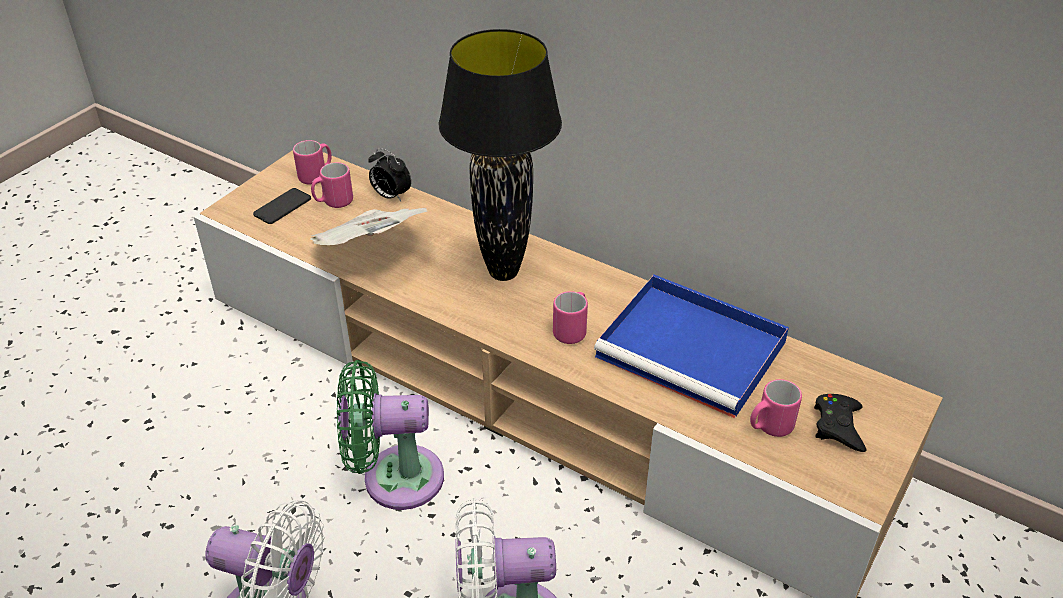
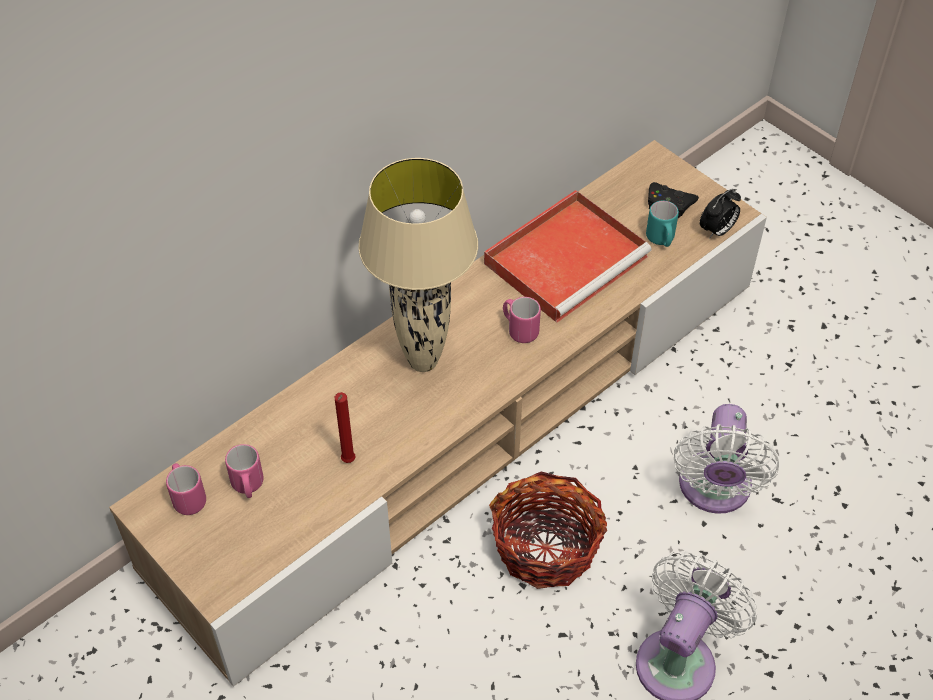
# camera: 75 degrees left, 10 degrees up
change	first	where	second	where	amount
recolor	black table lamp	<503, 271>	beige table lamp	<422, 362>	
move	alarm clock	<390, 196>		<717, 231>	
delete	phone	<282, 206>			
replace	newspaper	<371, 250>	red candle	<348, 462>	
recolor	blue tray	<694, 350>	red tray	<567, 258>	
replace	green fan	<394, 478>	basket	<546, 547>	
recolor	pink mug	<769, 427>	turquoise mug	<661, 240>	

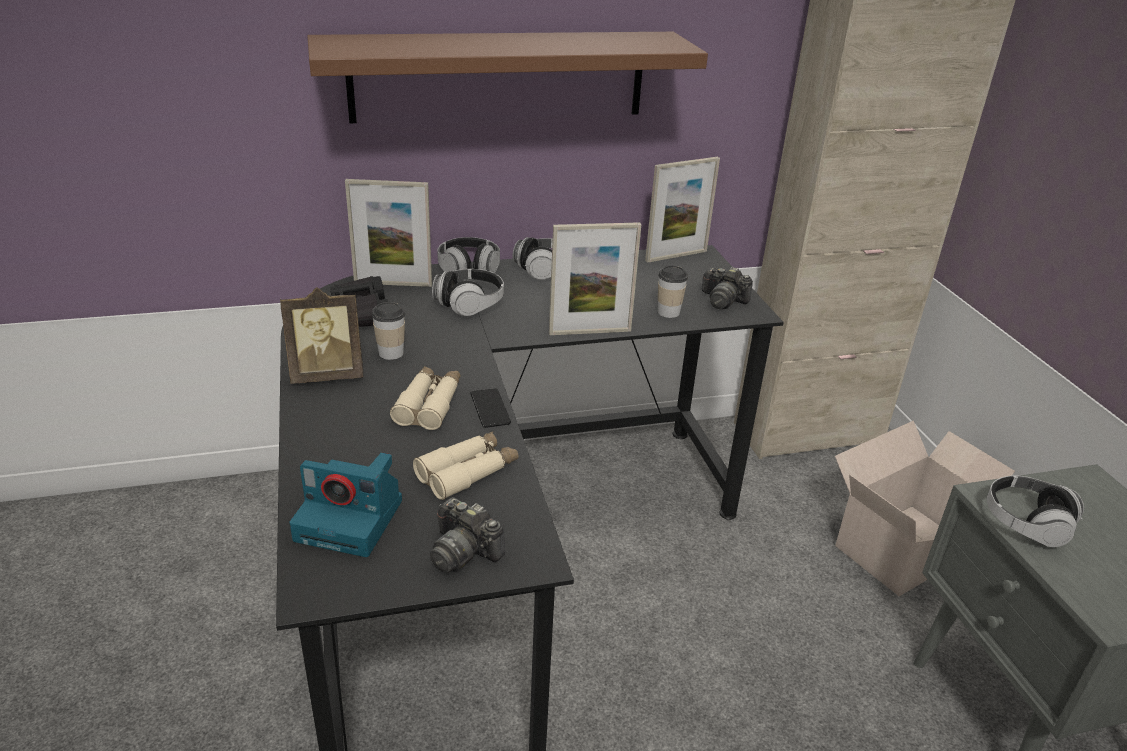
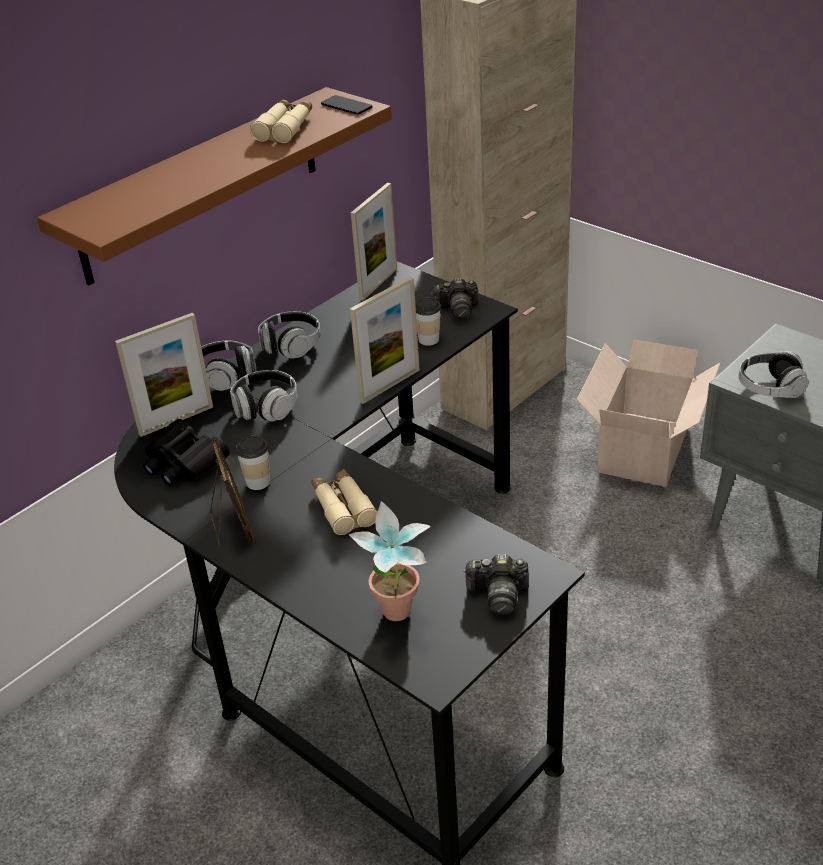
# camera: 30 degrees left, 5 degrees up
change	first	where	second	where	amount
rotate	picture frame	<327, 375>		<231, 527>	60 degrees counterclockwise
move	phone	<490, 408>		<346, 106>	
move	beige binoculars	<467, 472>		<285, 128>	
replace	photo camera	<352, 520>	potted plant	<398, 619>	

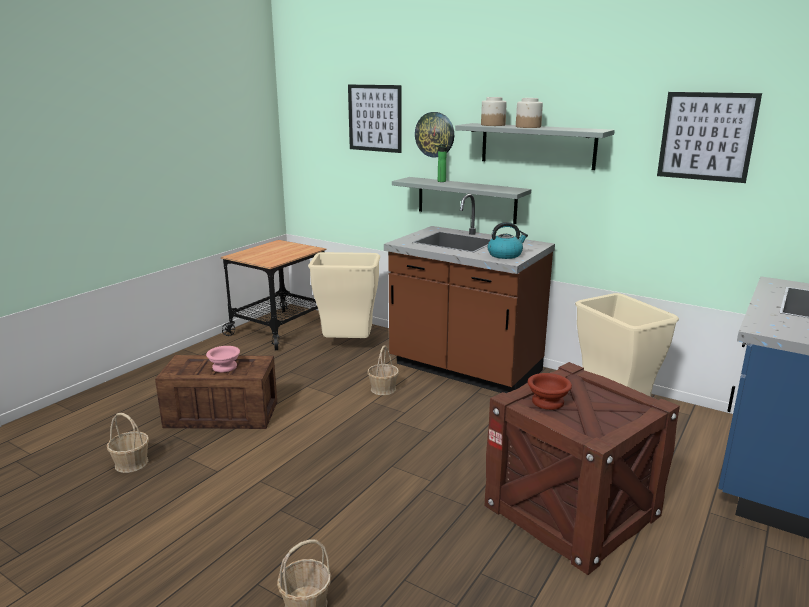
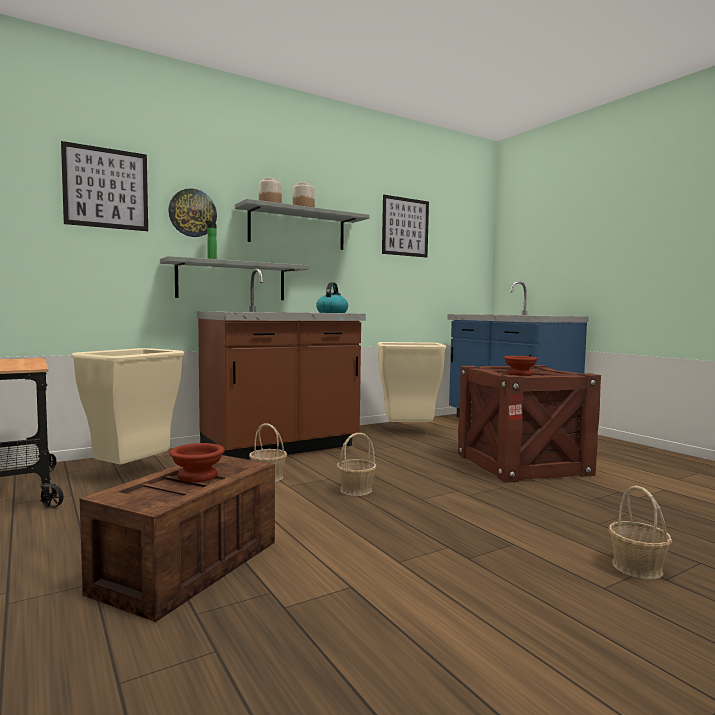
# camera: 65 degrees left, 15 degrees down
change	first	where	second	where	amount
recolor	pink bowl	<225, 367>	brown bowl	<198, 475>	
move	basket	<131, 463>		<355, 490>	

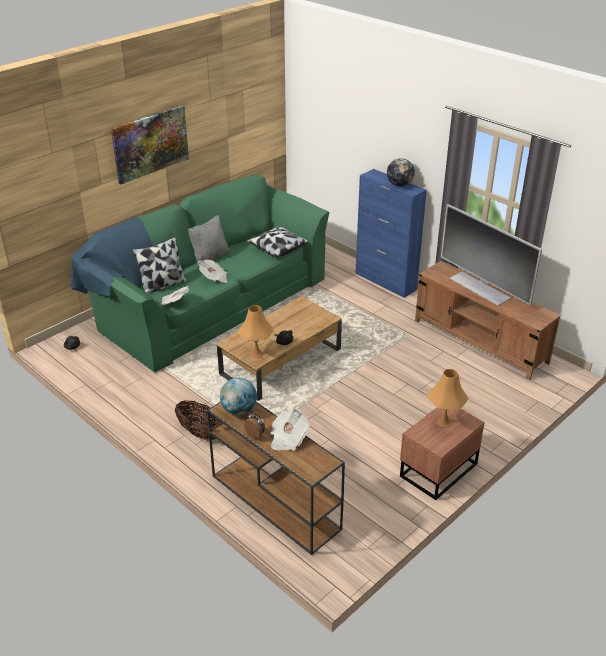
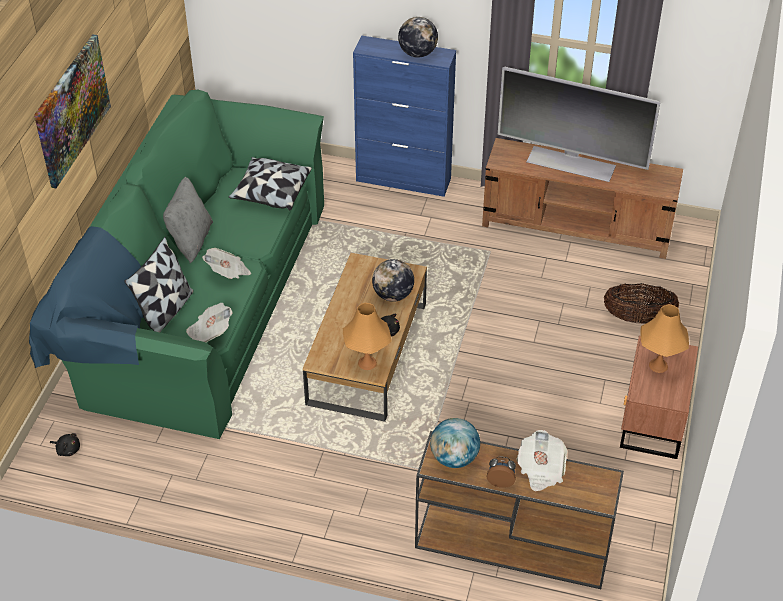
# camera: 30 degrees left, 10 degrees up
change	first	where	second	where	amount
move	basket	<201, 433>		<638, 318>	
insert			globe	<393, 295>	

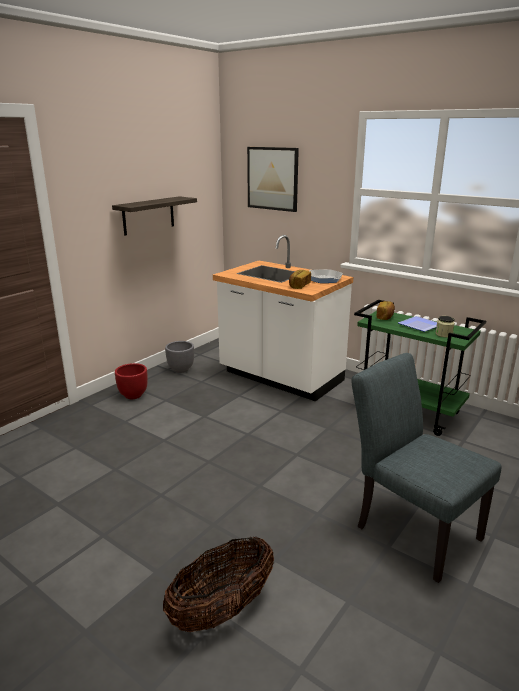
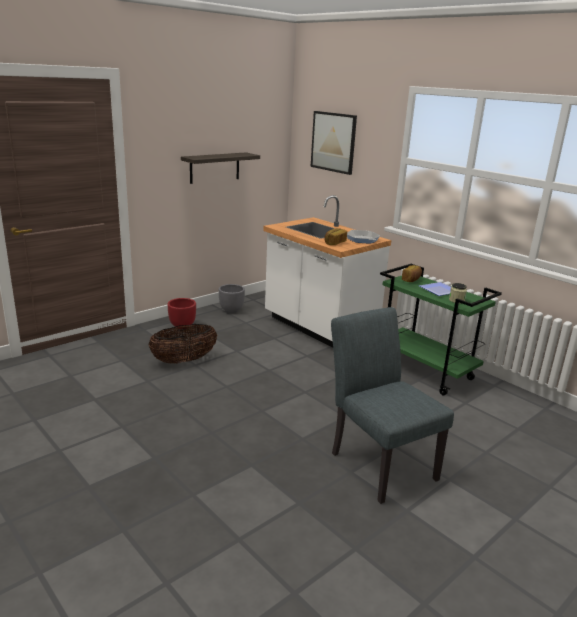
# camera: 10 degrees right, 0 degrees up
change	first	where	second	where	amount
move	basket	<222, 610>		<184, 360>	

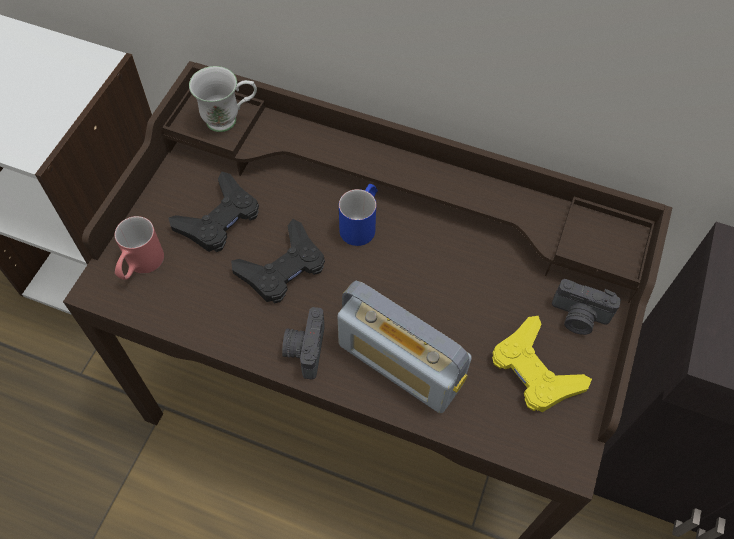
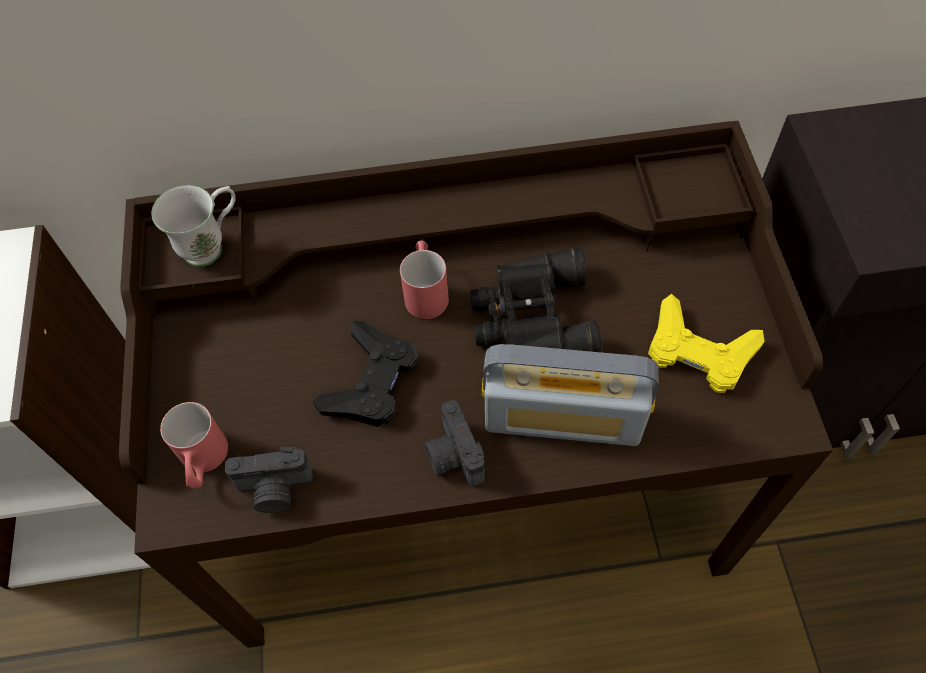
# camera: 25 degrees left, 0 degrees up
change	first	where	second	where	amount
delete	black game controller	<219, 219>			
recolor	blue mug	<361, 223>	red mug	<425, 290>	
move	photo camera	<578, 317>		<275, 490>	
insert			black binoculars	<530, 319>	

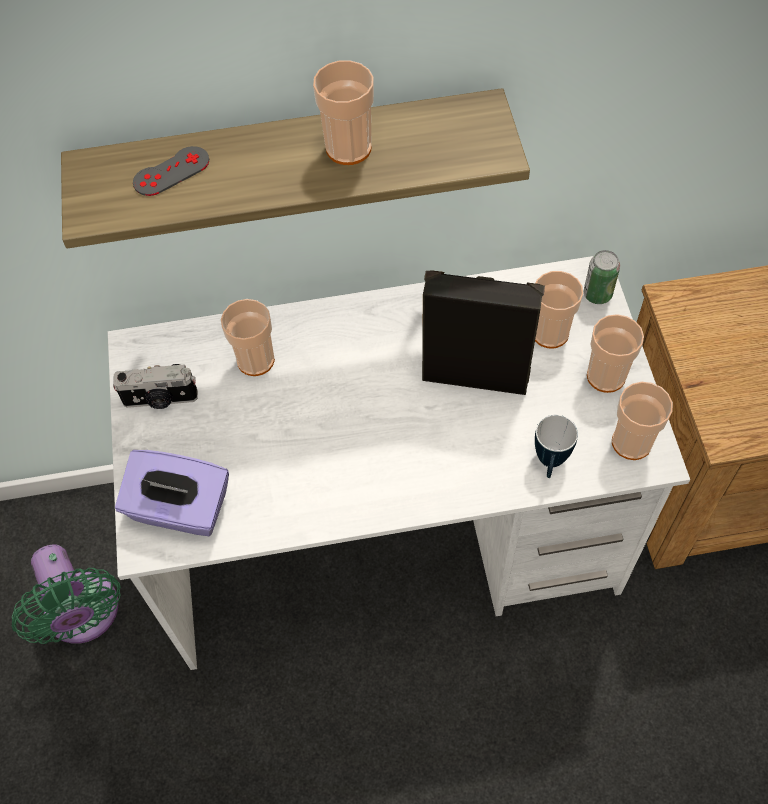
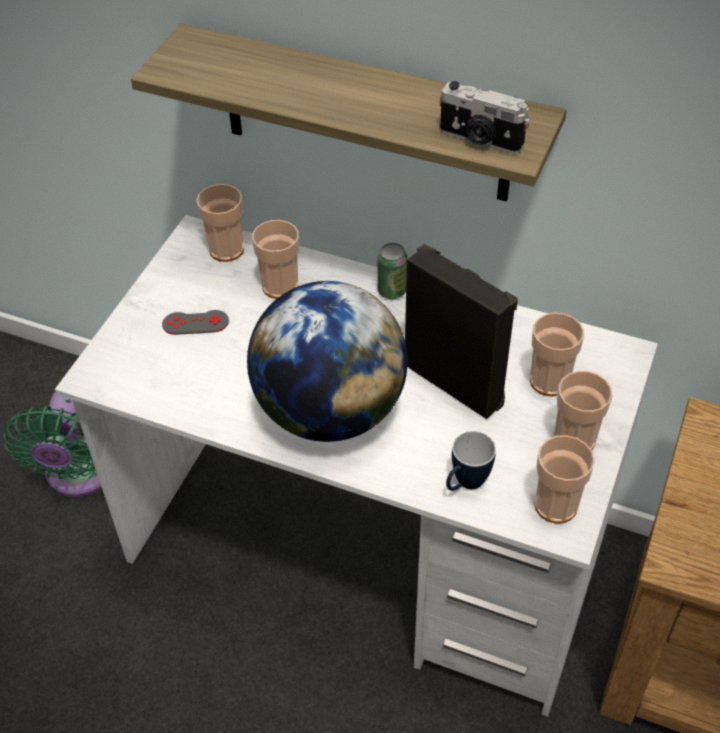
# camera: 30 degrees right, 10 degrees down
change	first	where	second	where	amount
move	cup	<348, 148>		<226, 249>	
move	grey game controller	<171, 171>		<195, 323>	
move	can	<597, 294>		<392, 291>	
move	photo camera	<160, 400>		<480, 140>	
delete	purple tissue box	<180, 509>			
insert			globe	<330, 411>	

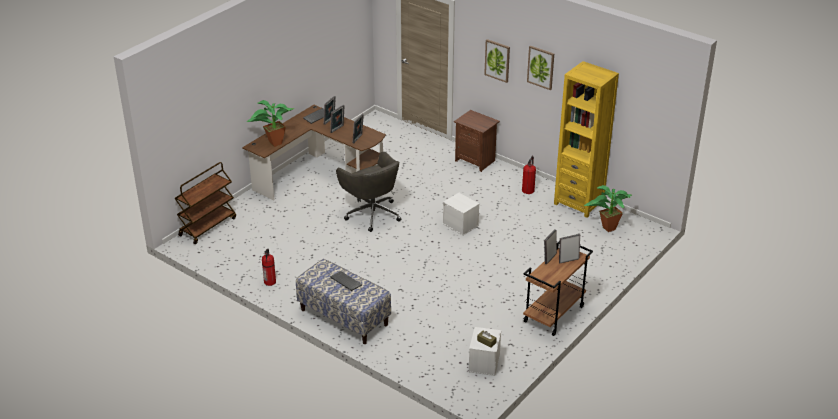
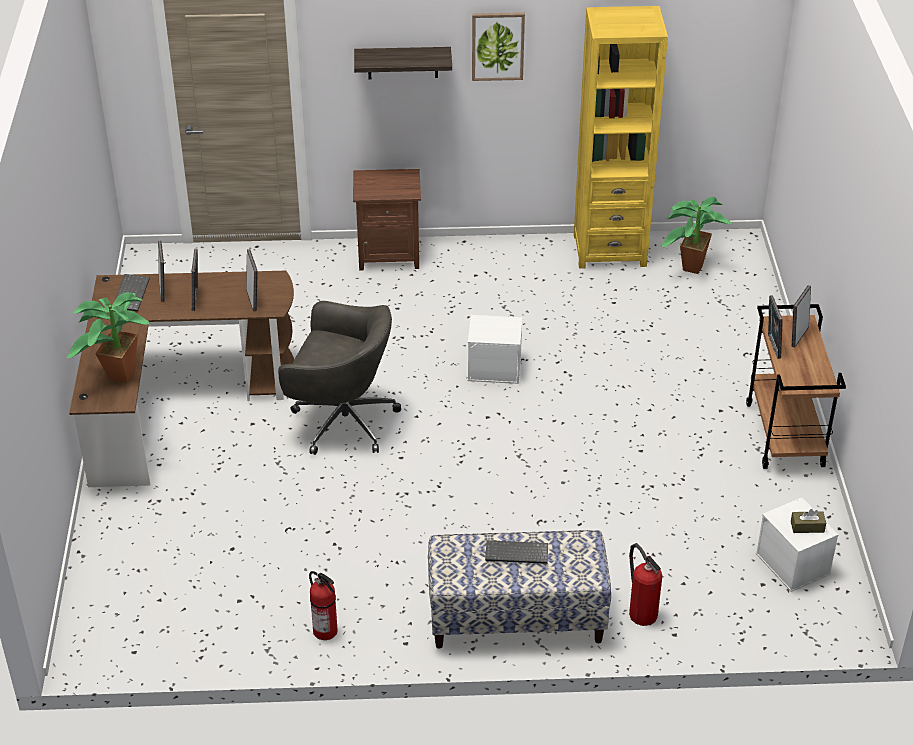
# camera: 40 degrees left, 5 degrees up
change	first	where	second	where	amount
replace	picture	<497, 60>	shelf	<402, 62>	
move	fire extinguisher	<528, 189>		<641, 613>	
delete	brown cart	<208, 226>			

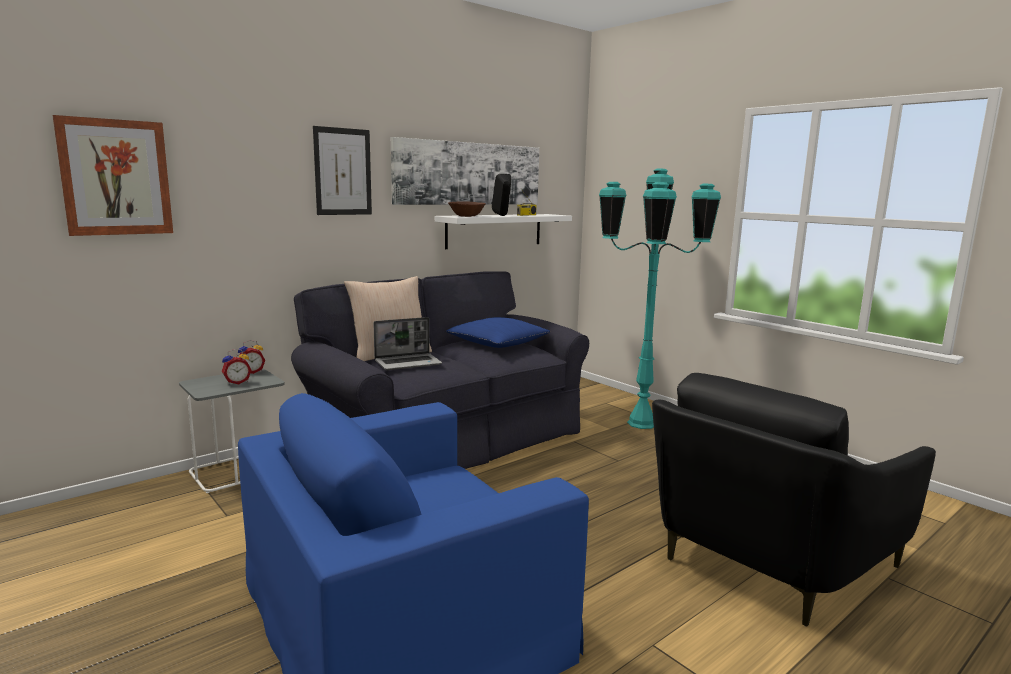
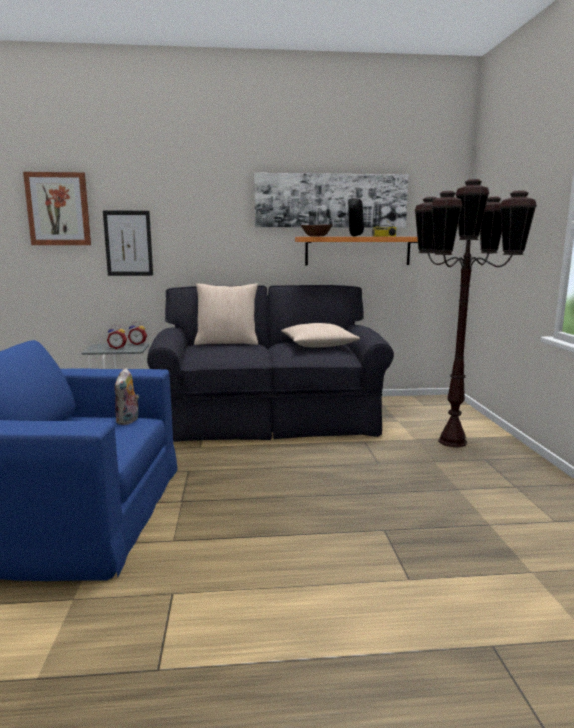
# camera: 35 degrees right, 0 degrees up
change	first	where	second	where	amount
move	picture	<343, 172>		<128, 243>	
recolor	turquoise floor lamp	<642, 423>	brown floor lamp	<453, 442>	
recolor	white shelf	<494, 230>	orange shelf	<358, 251>	
delete	laptop	<408, 363>			
recolor	blue pillow	<497, 344>	beige pillow	<318, 345>	
delete	black armchair	<765, 561>			
insert			plush toy	<128, 421>	

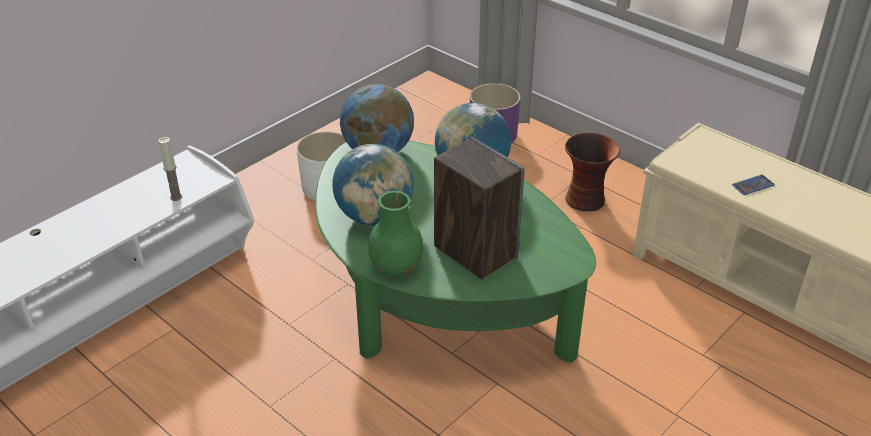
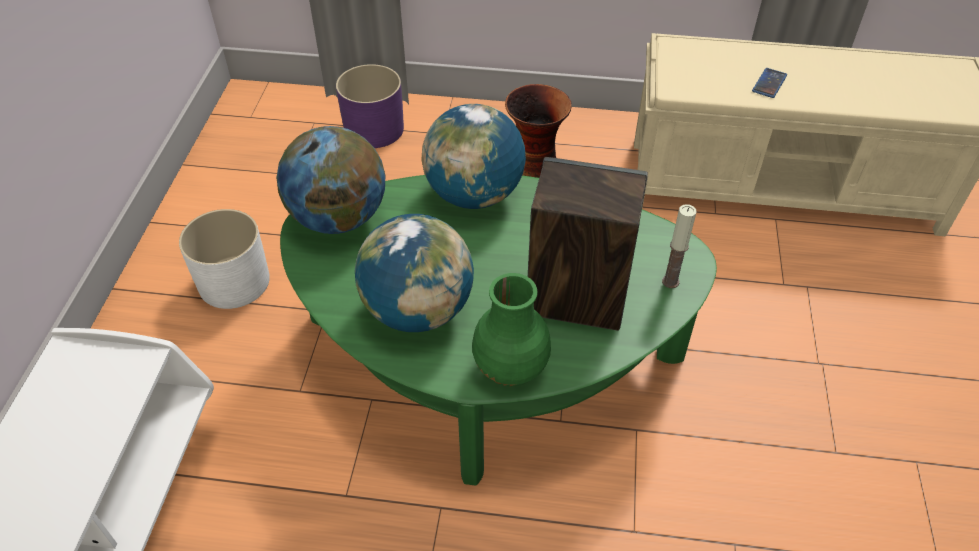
# camera: 35 degrees left, 10 degrees up
change	first	where	second	where	amount
move	candle	<176, 197>		<670, 281>	

